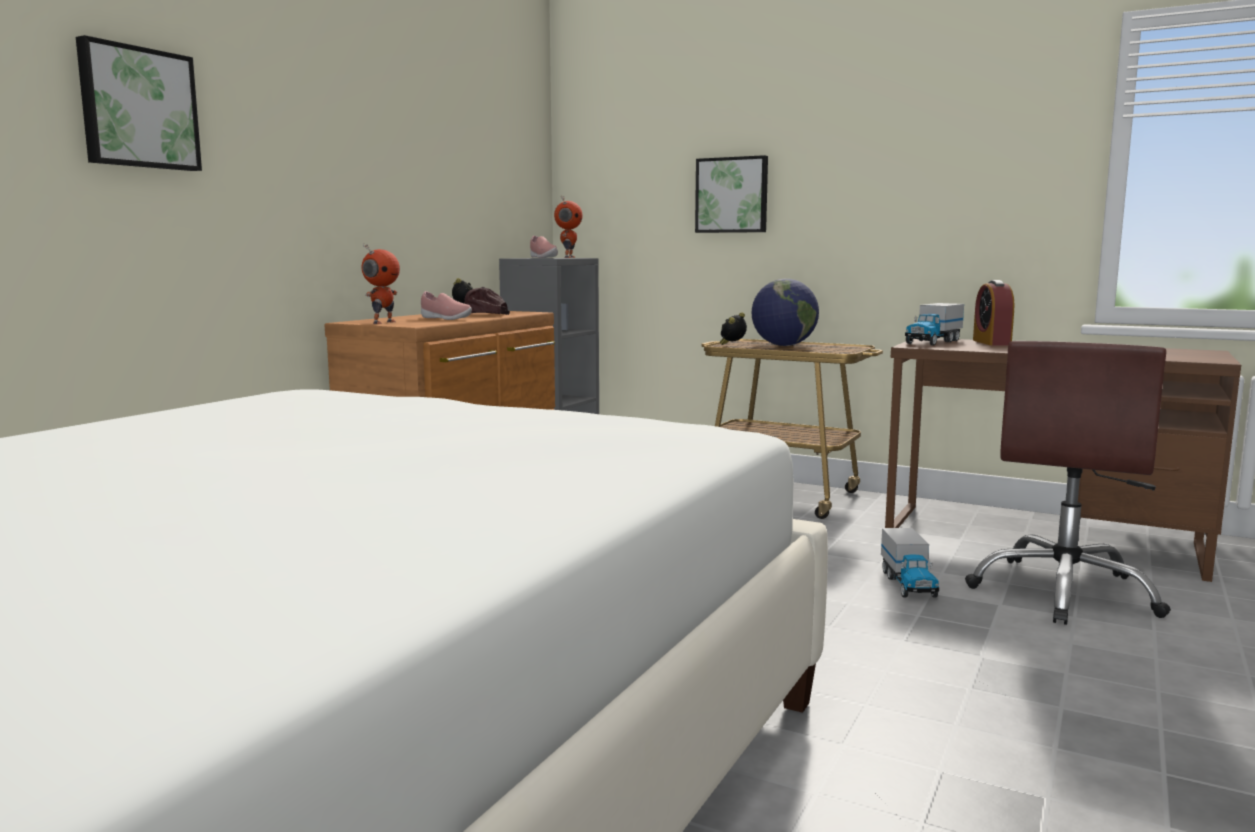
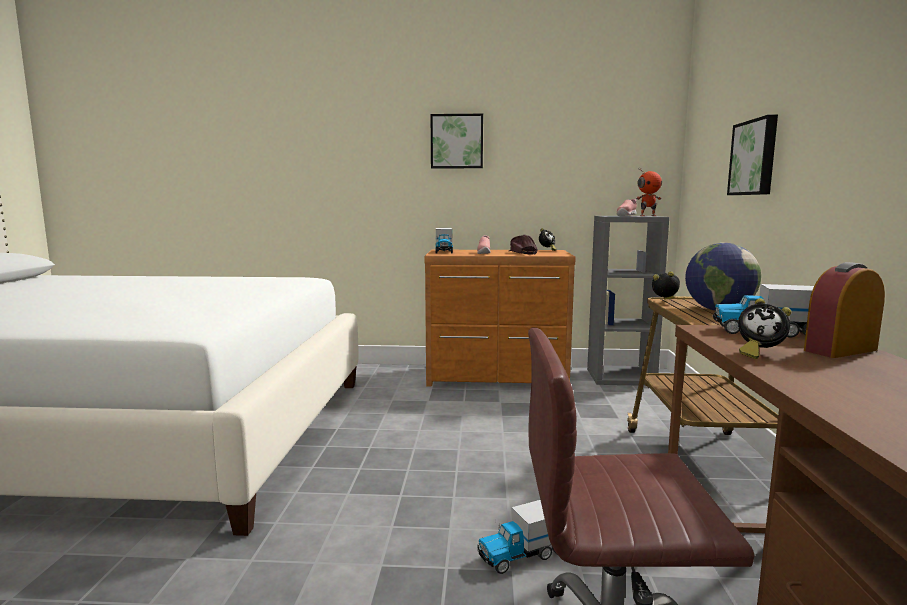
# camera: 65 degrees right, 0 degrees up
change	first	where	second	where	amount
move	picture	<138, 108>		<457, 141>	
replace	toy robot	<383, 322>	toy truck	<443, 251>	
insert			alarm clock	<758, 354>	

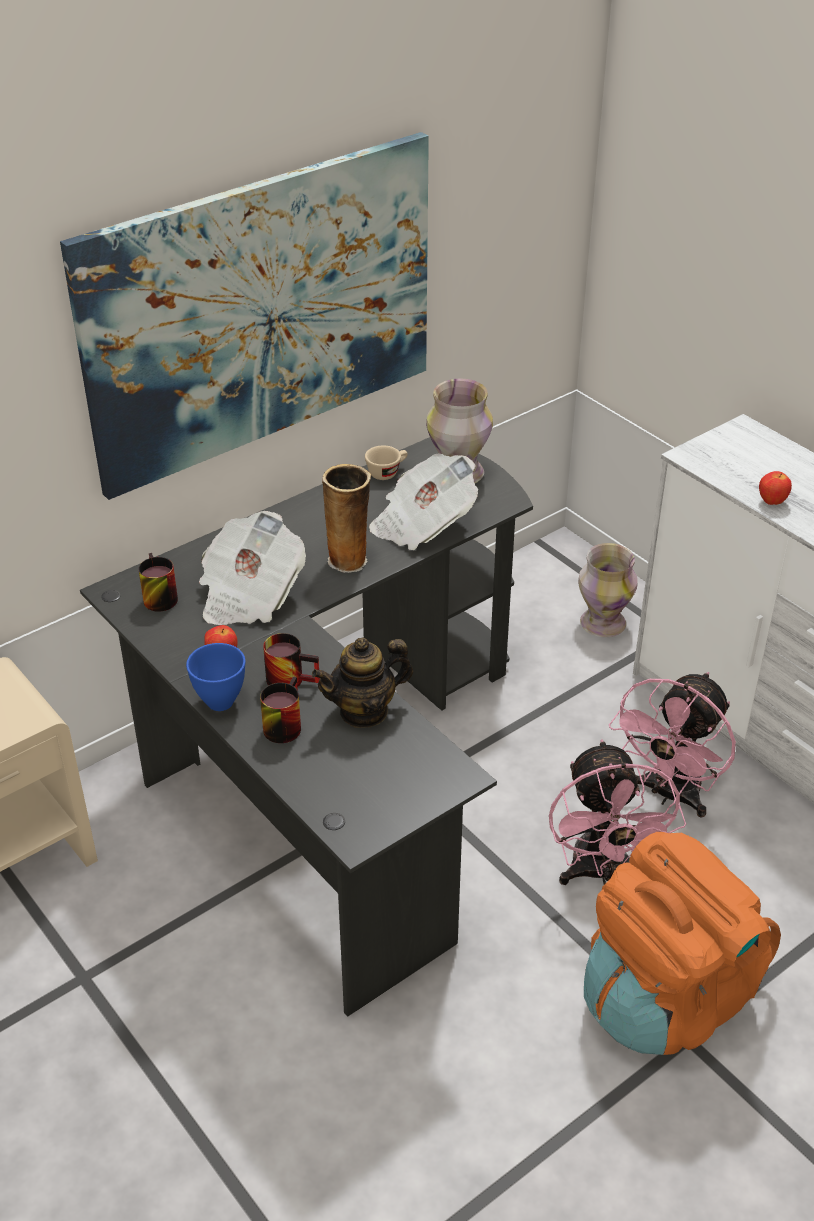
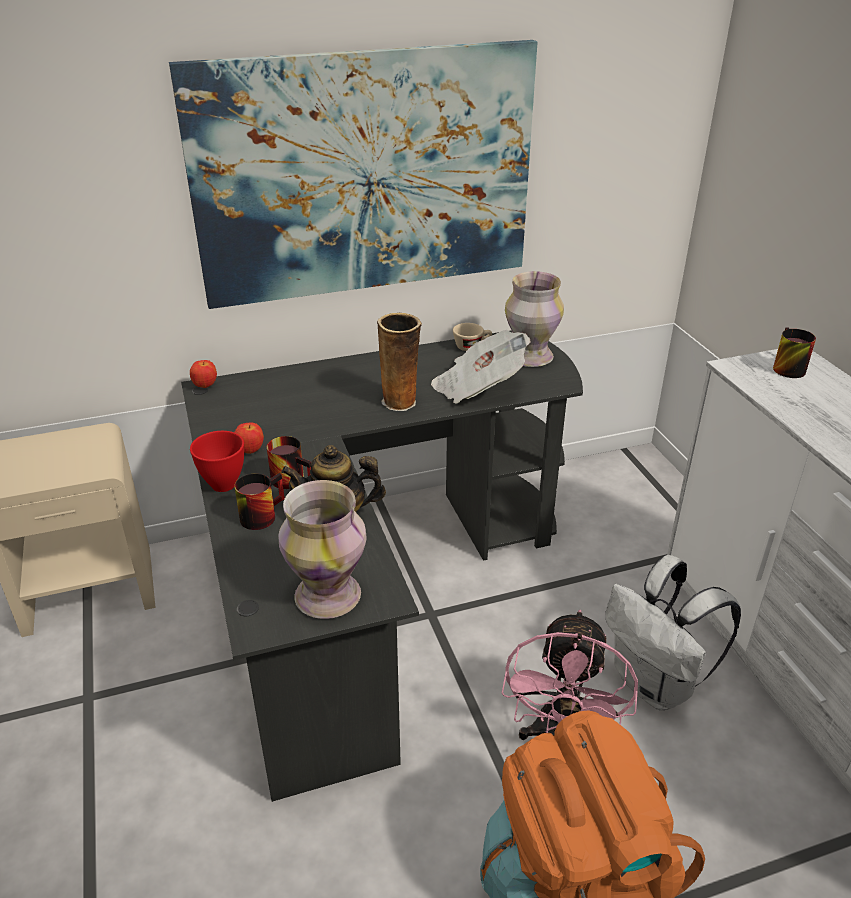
# camera: 20 degrees right, 5 degrees down
change	first	where	second	where	amount
move	apple	<772, 502>		<205, 386>	
delete	newspaper	<249, 595>			
move	vase	<602, 623>		<327, 595>	
move	mug	<156, 597>		<784, 367>	
recolor	blue bowl	<221, 703>	red bowl	<224, 485>	
replace	pink fan	<669, 795>	white backpack	<656, 684>	

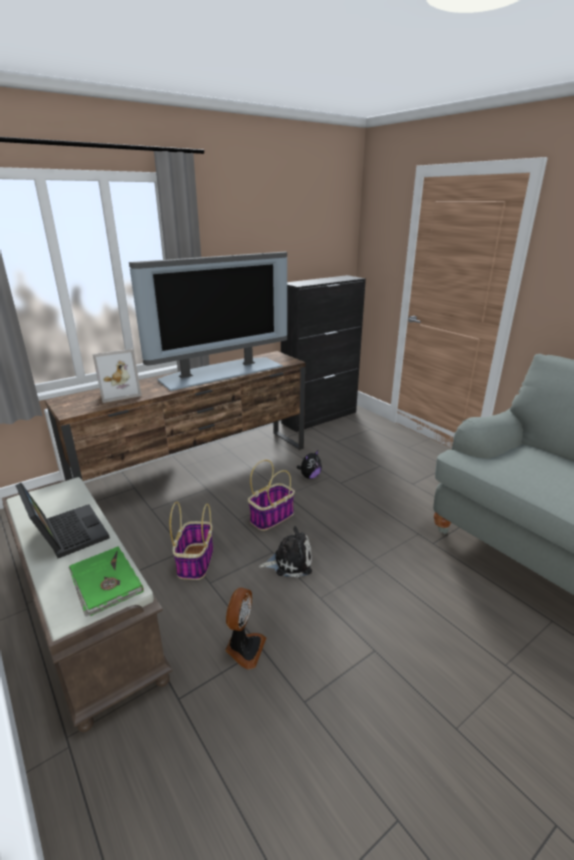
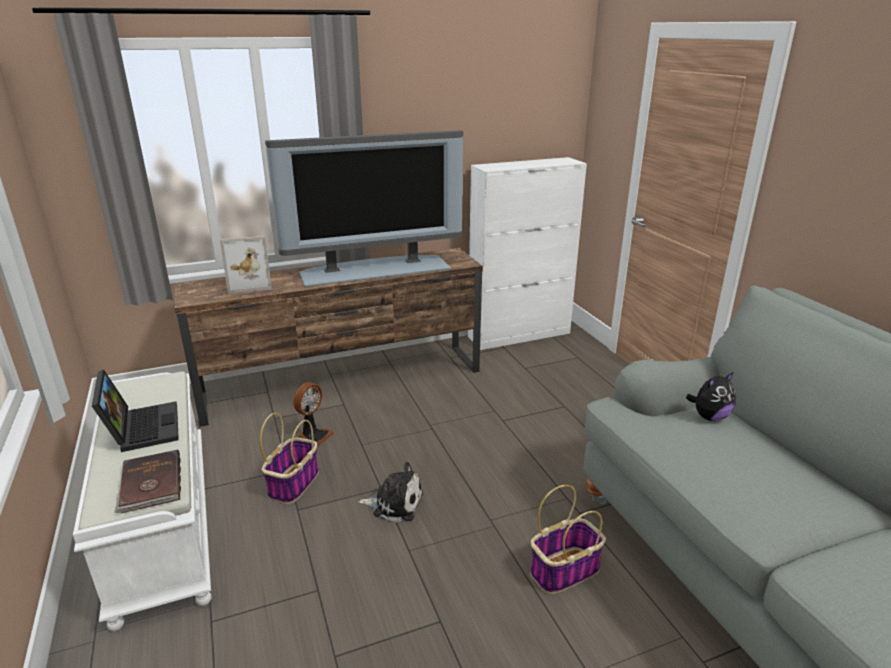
# camera: 15 degrees right, 0 degrees up
change	first	where	second	where	amount
recolor	black cabinet	<320, 417>	white cabinet	<519, 335>	
move	plush toy	<309, 476>		<709, 417>	
move	basket	<272, 517>		<565, 570>	
recolor	brown bench	<86, 618>	white bench	<161, 521>	
recolor	green book	<105, 583>	brown book	<150, 484>	
move	fan	<244, 648>		<313, 437>	

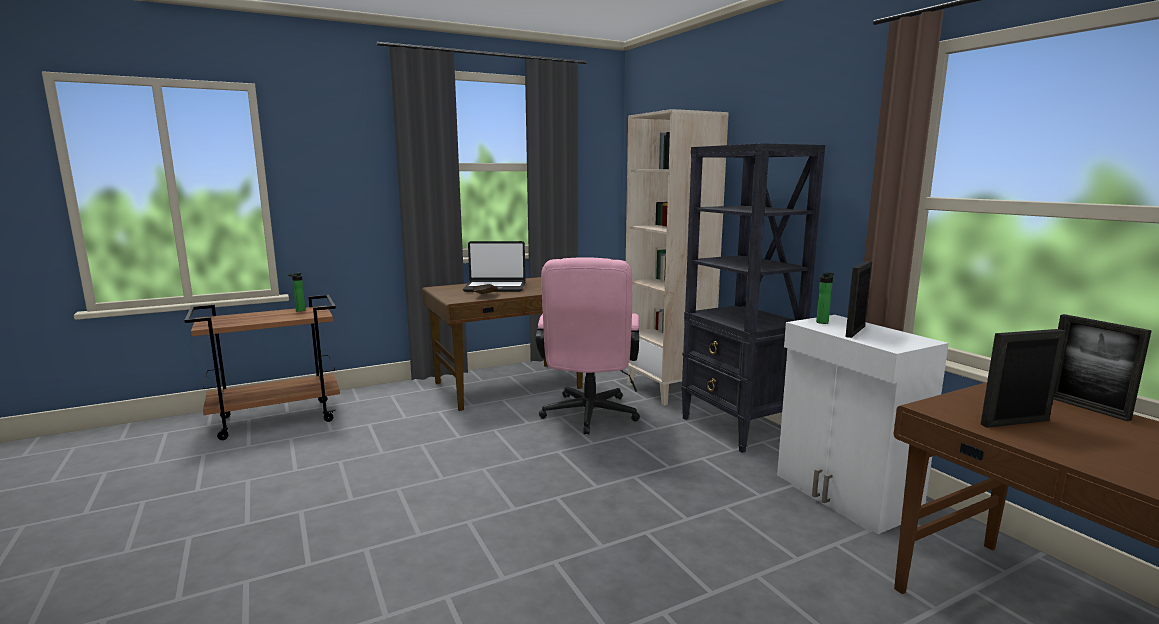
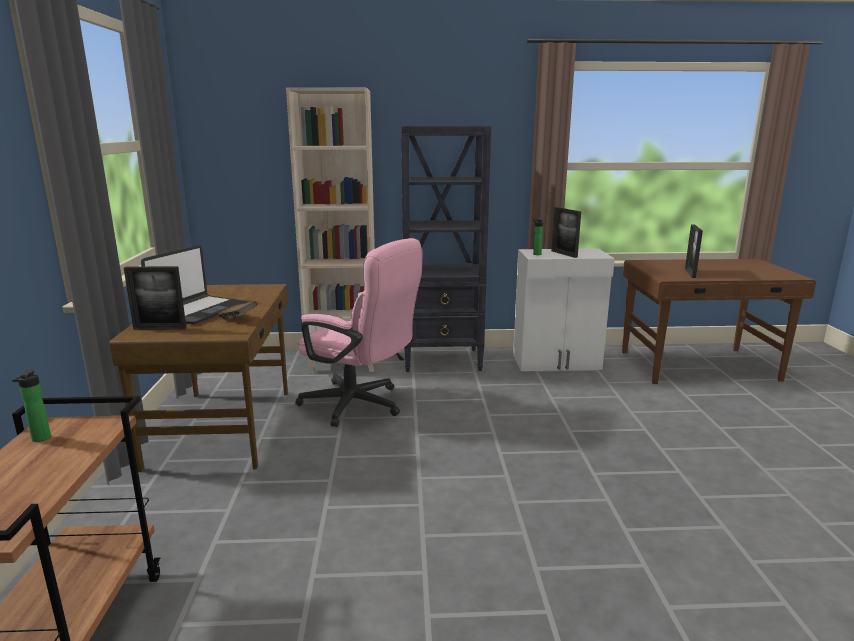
# camera: 65 degrees left, 5 degrees up
change	first	where	second	where	amount
move	picture frame	<1086, 408>		<160, 328>	

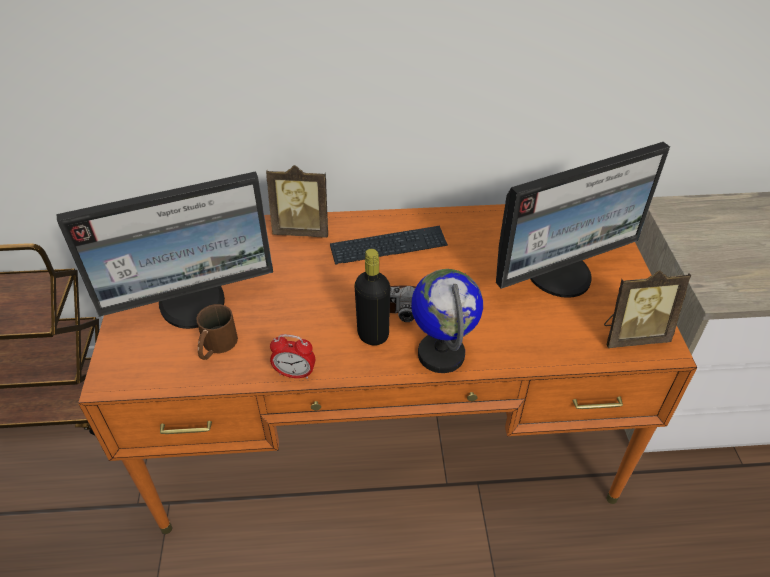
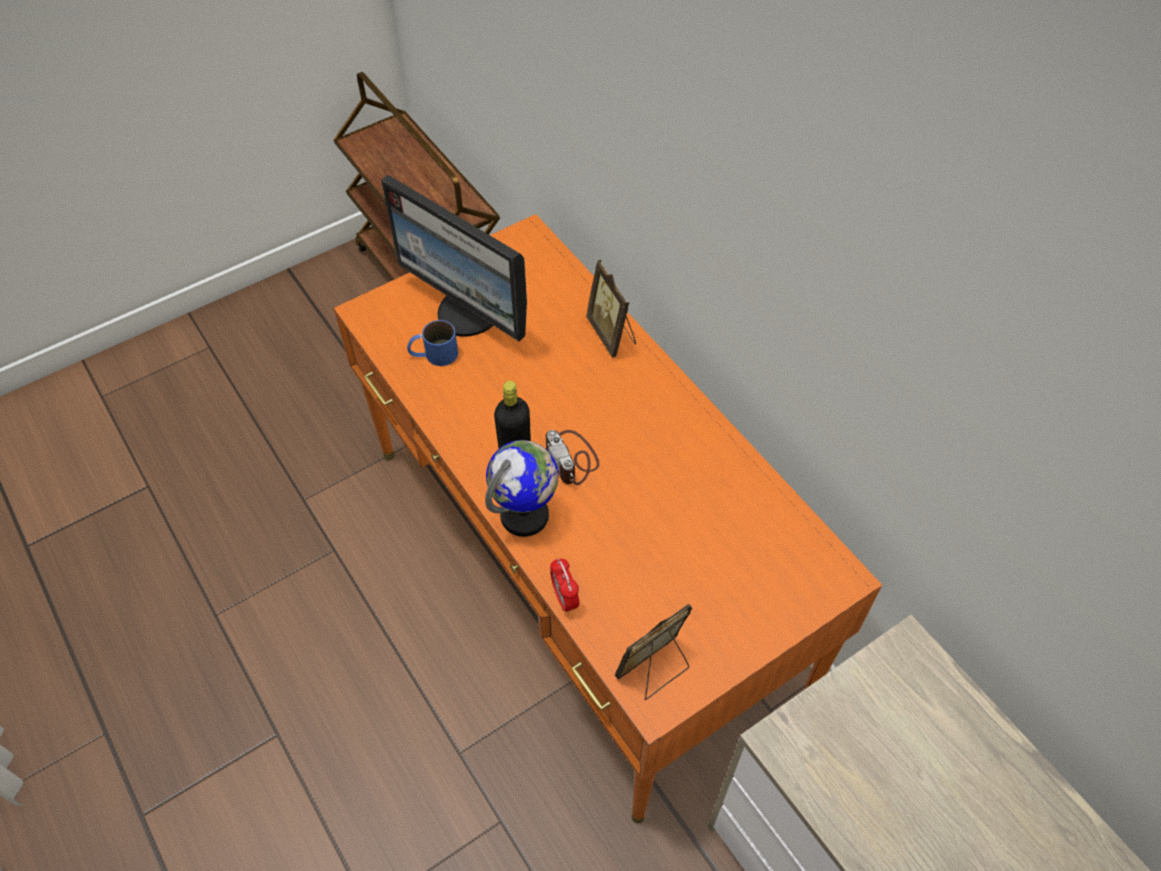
# camera: 60 degrees right, 10 degrees up
change	first	where	second	where	amount
delete	monitor	<560, 274>			
delete	keyboard	<388, 247>			
rotate	picture frame	<632, 335>		<655, 670>	90 degrees clockwise
recolor	brown mug	<216, 346>	blue mug	<433, 354>	
move	alarm clock	<295, 373>		<564, 598>	

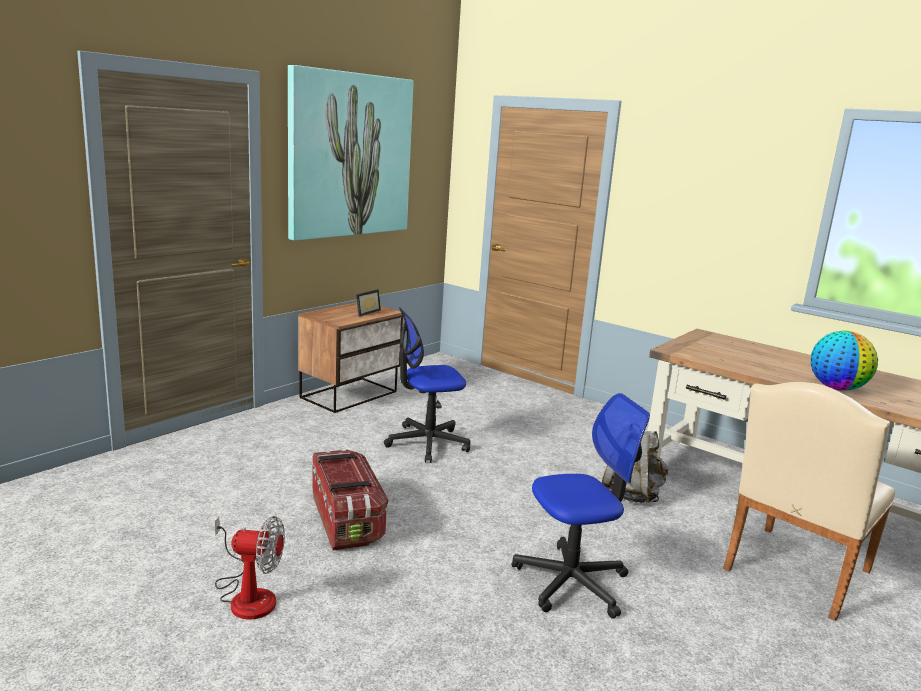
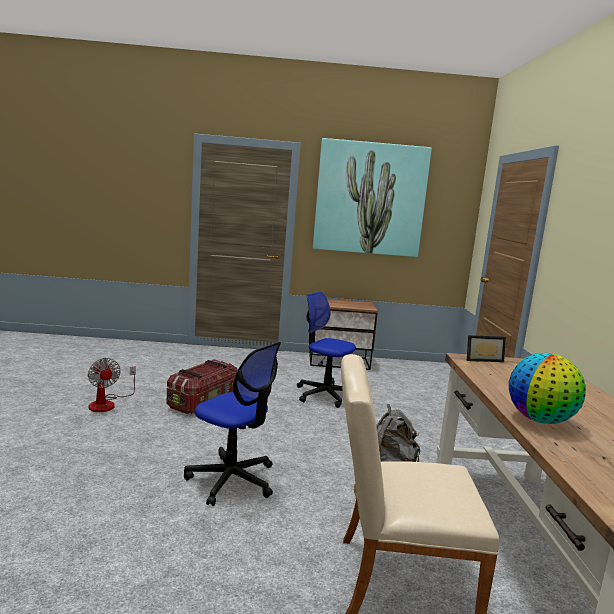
# camera: 50 degrees right, 5 degrees down
change	first	where	second	where	amount
move	picture frame	<365, 312>		<482, 359>	

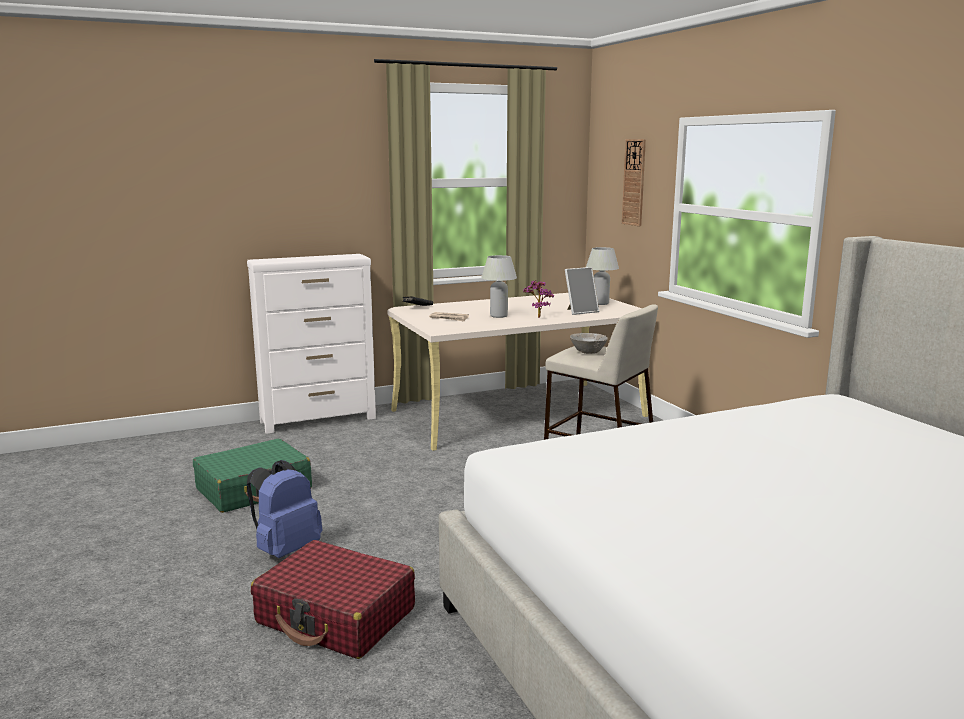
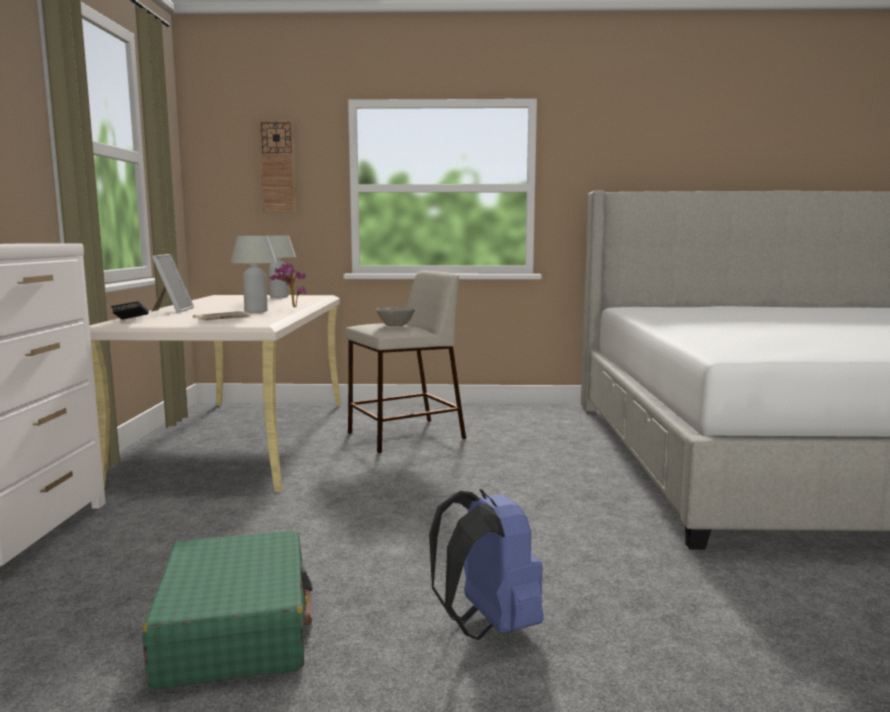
# camera: 65 degrees left, 5 degrees down
change	first	where	second	where	amount
move	picture frame	<580, 311>		<172, 310>	
delete	red suitcase	<336, 616>			

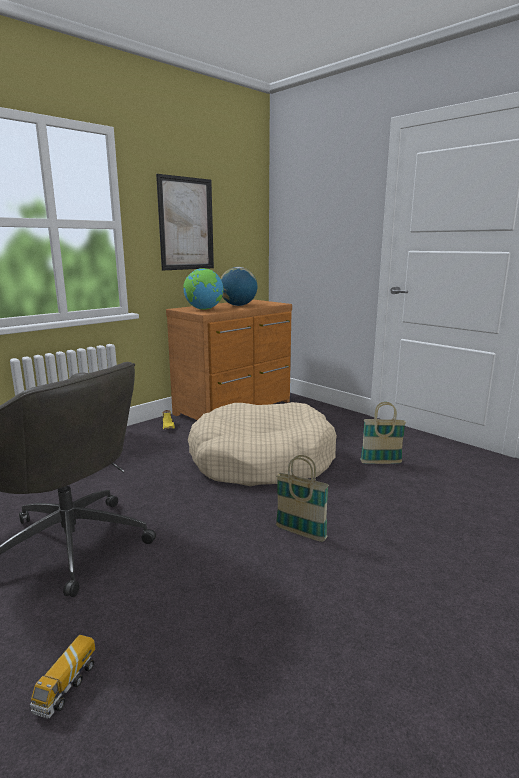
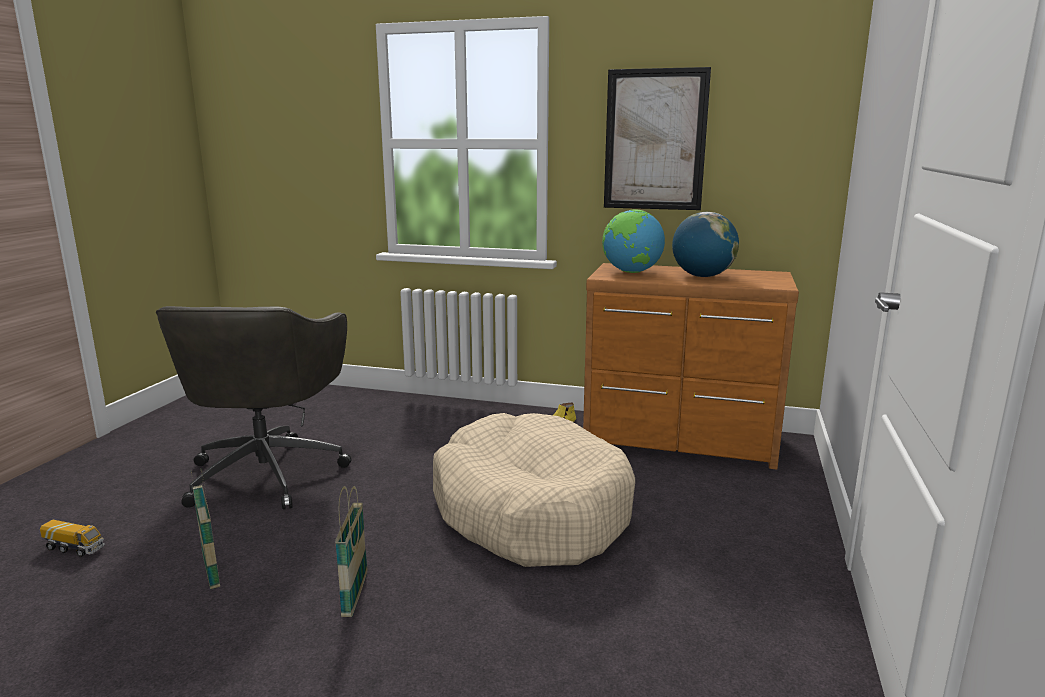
# camera: 60 degrees right, 0 degrees up
change	first	where	second	where	amount
move	basket	<381, 462>		<211, 572>	
rotate	toy truck	<66, 687>		<75, 548>	150 degrees counterclockwise

